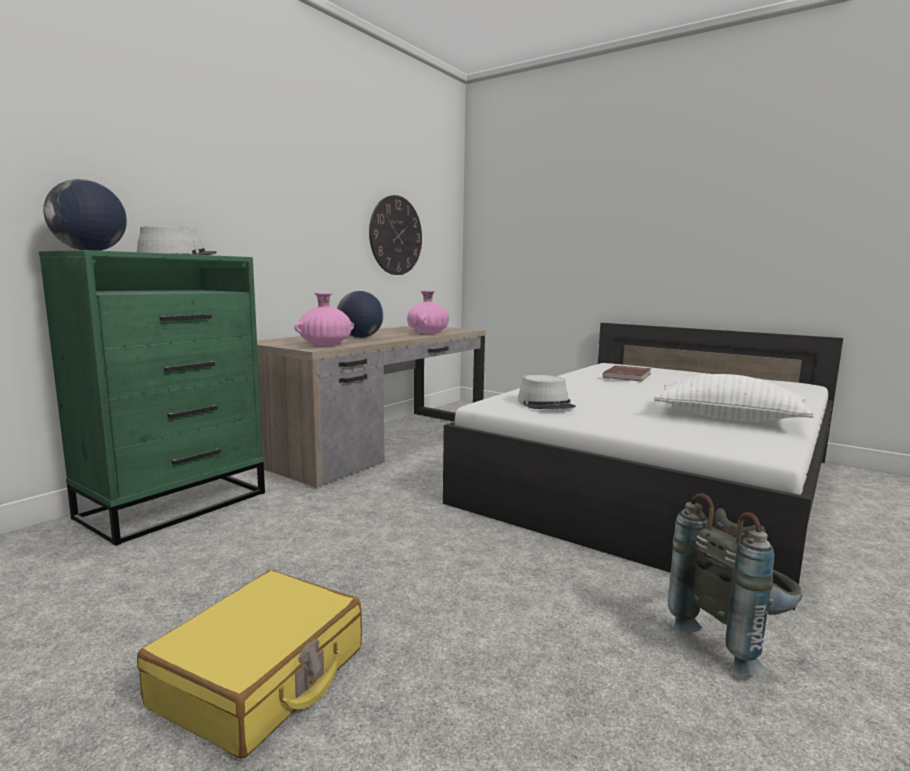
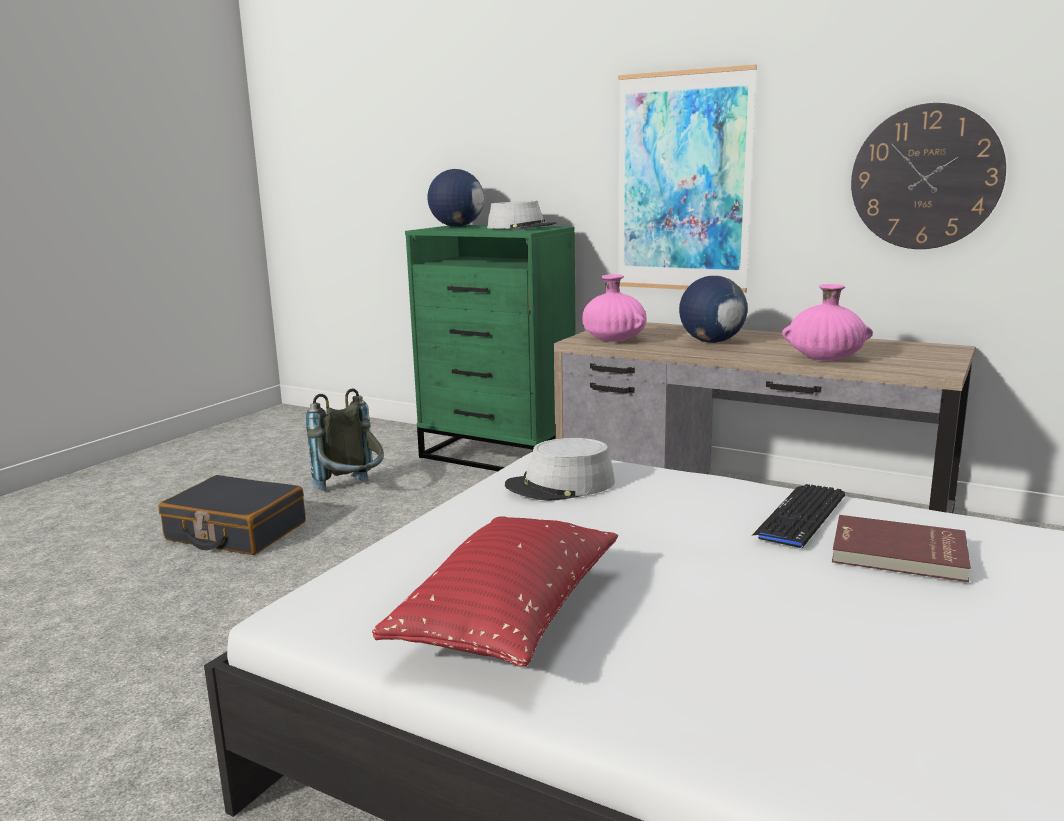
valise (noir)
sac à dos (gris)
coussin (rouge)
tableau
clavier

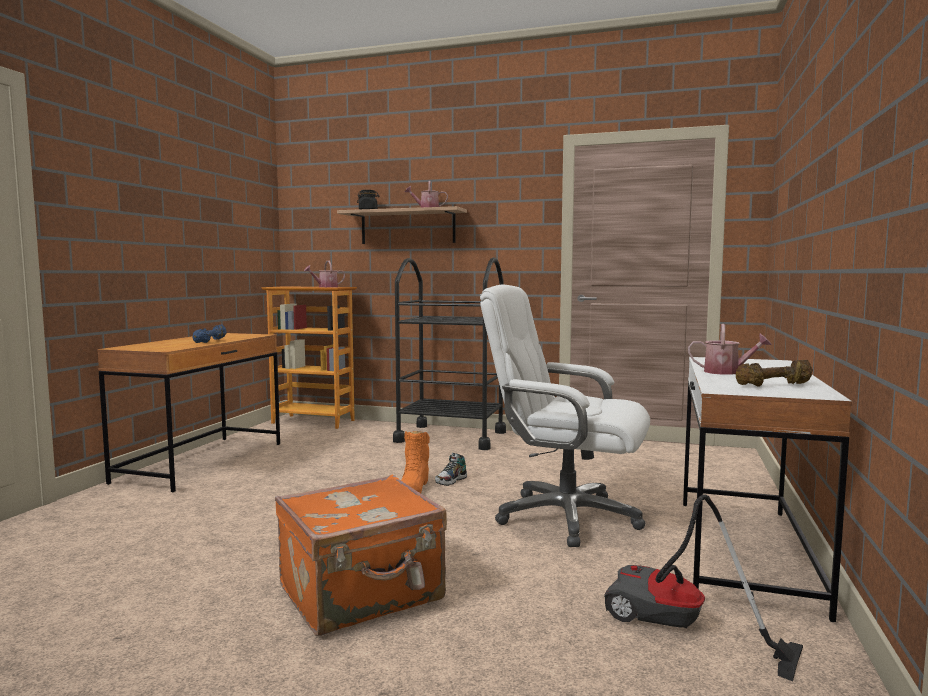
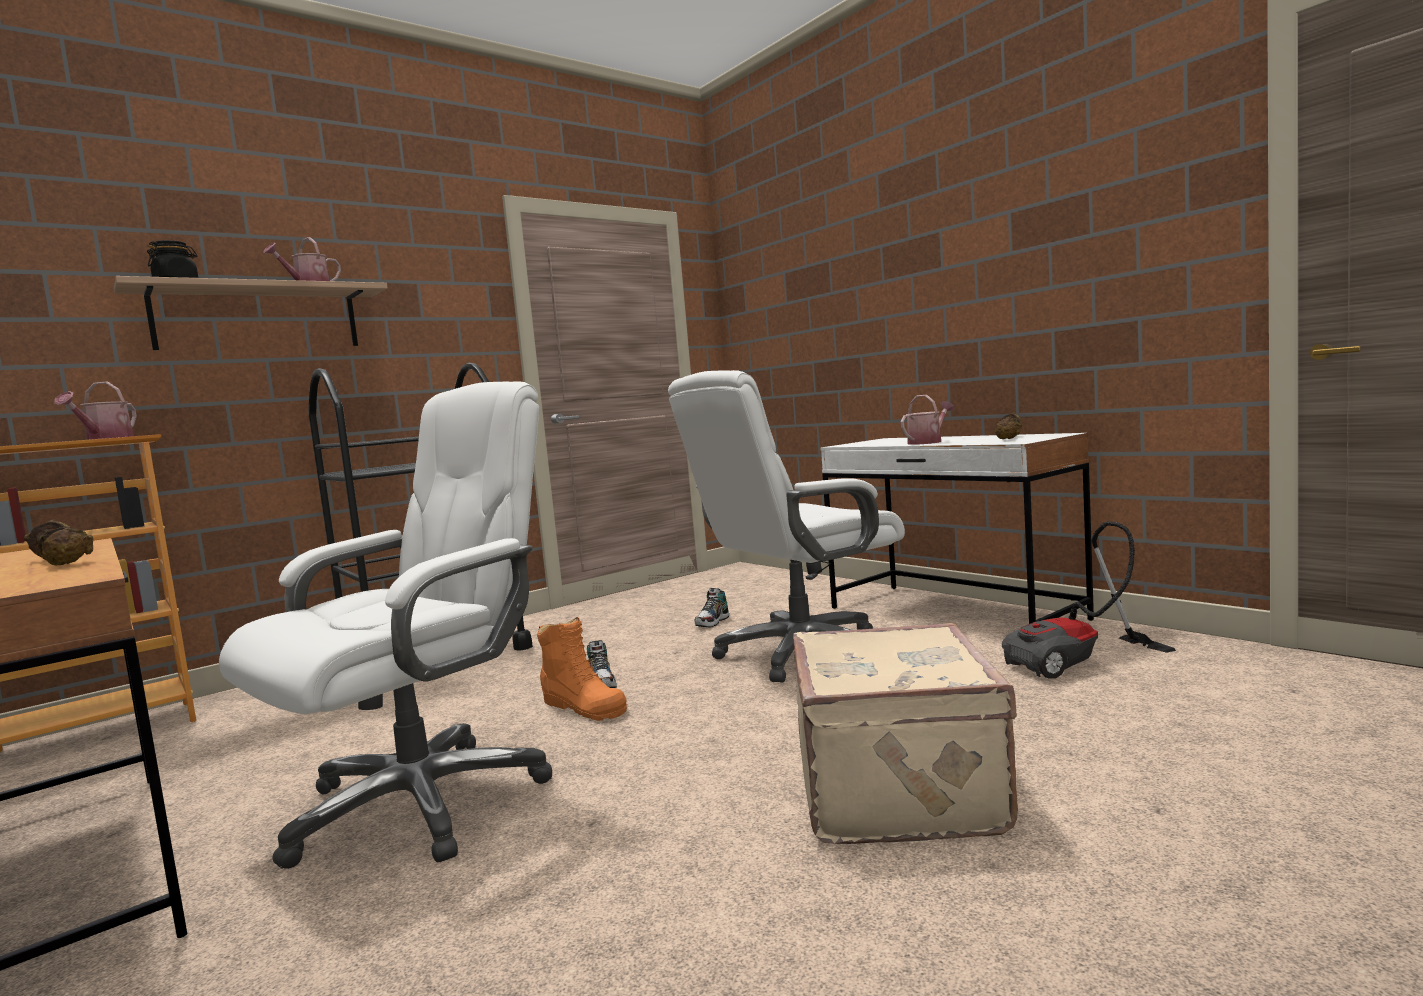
haltère (marron) (no. 1 from left)
chaise de bureau (blanc) (no. 1 from left)
chaussure (no. 2 from left)
valise (beige)

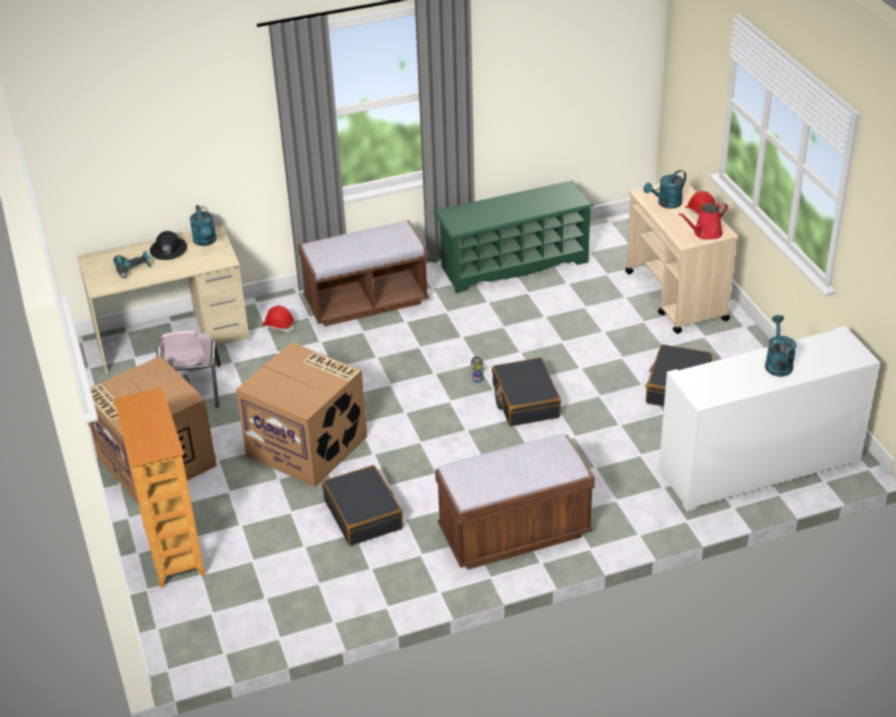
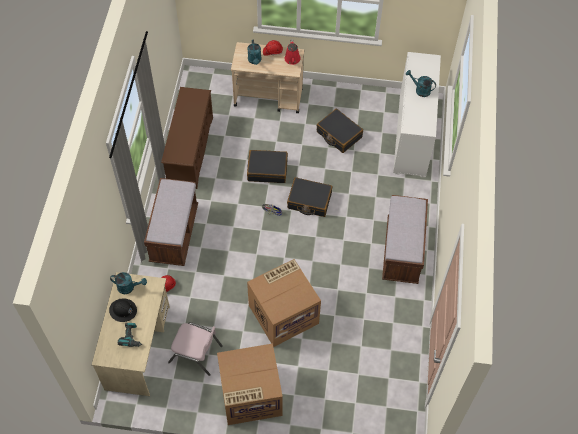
étagère à chaussures (marron)
valise (noir) (no. 1 from left)
bibliothèque

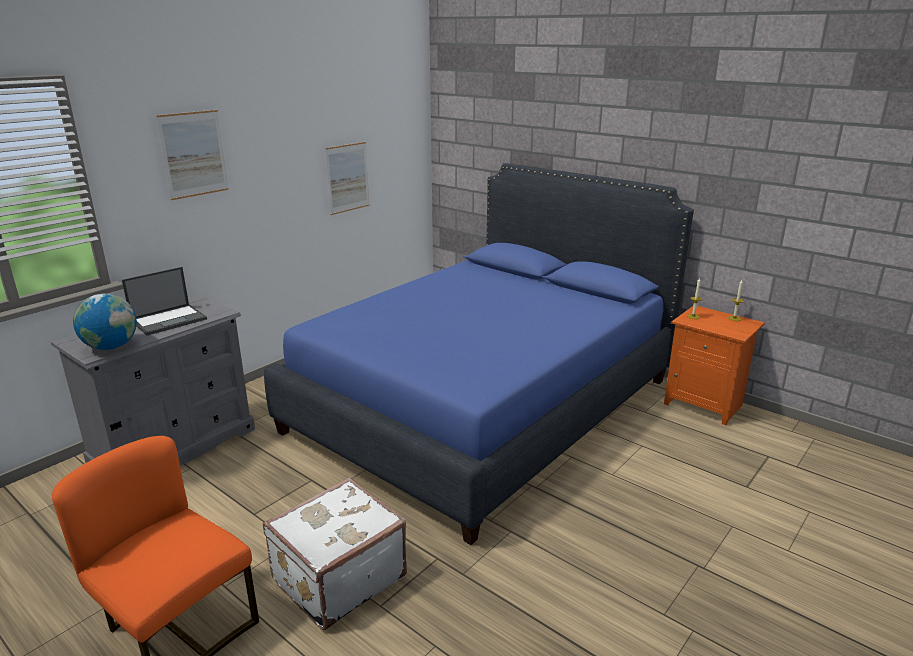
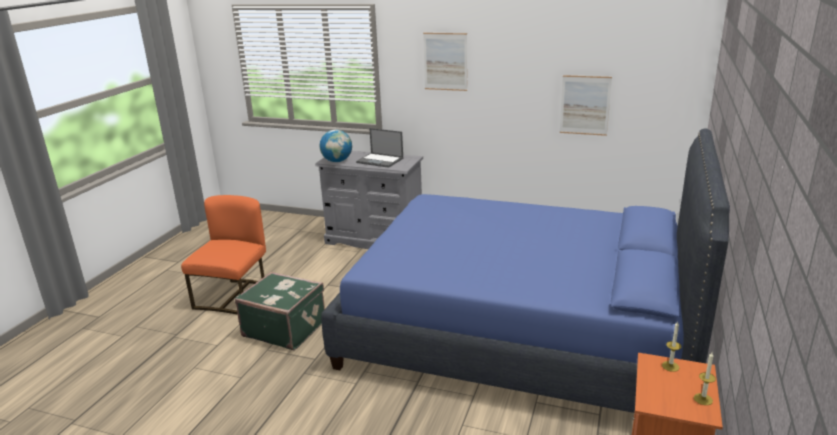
valise (vert)

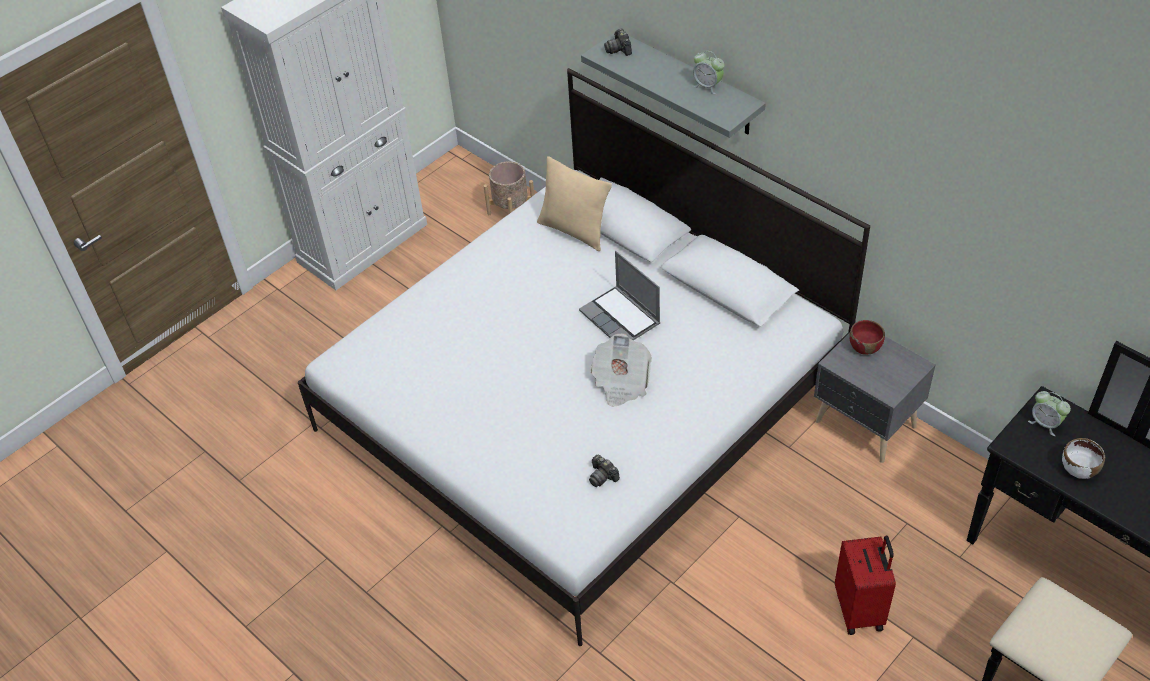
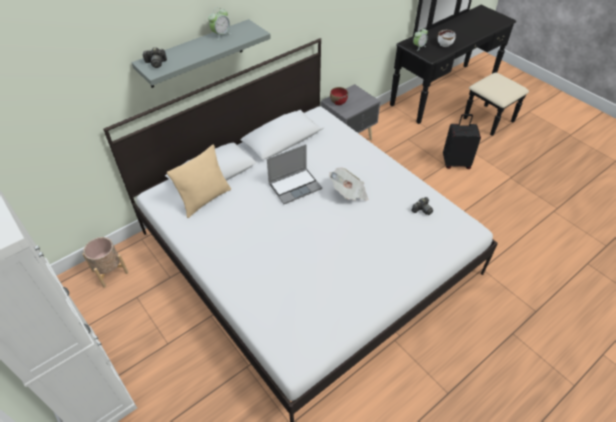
valise (noir)

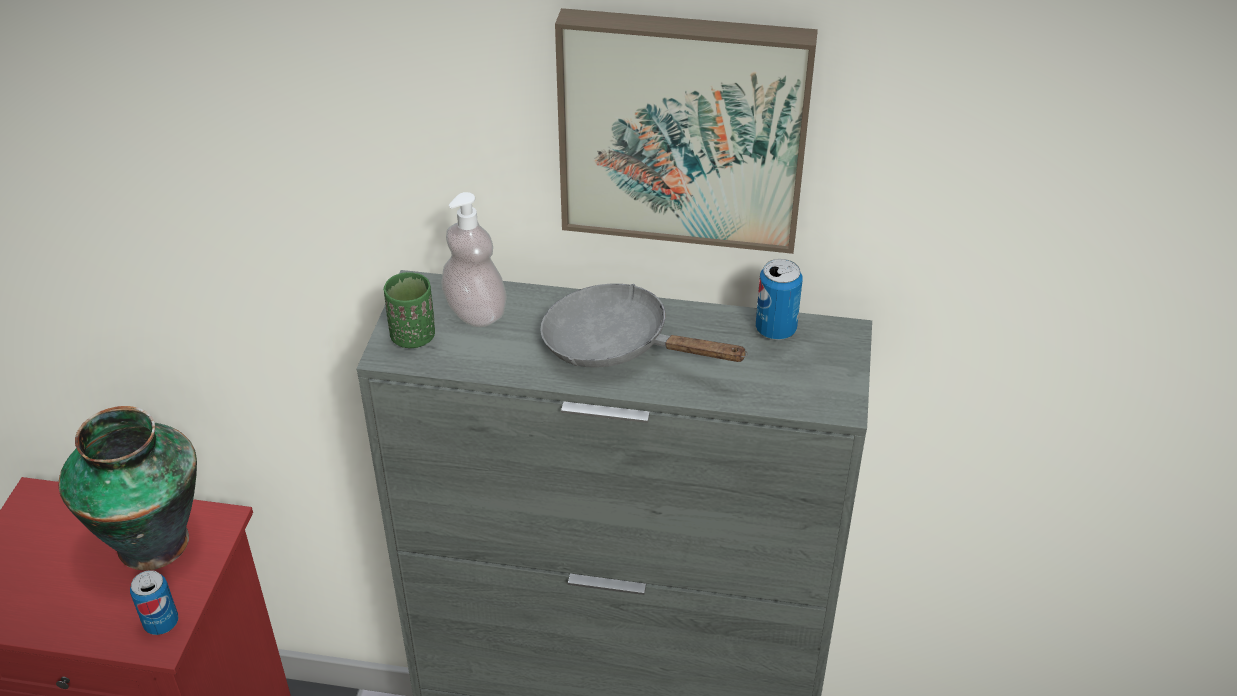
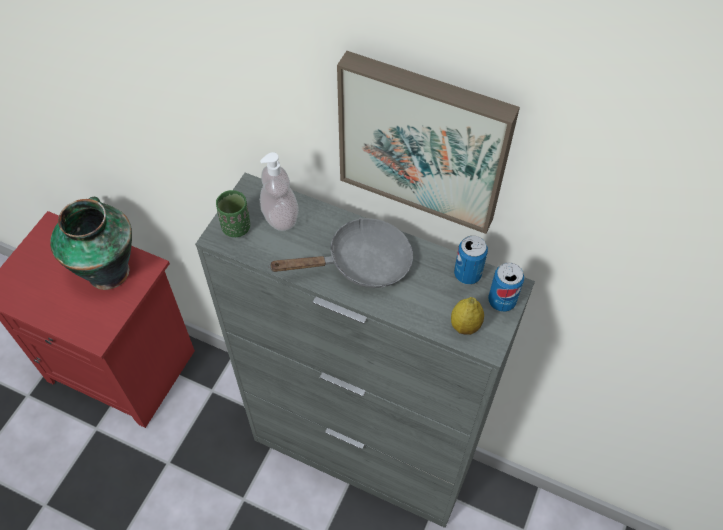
poêle (gris)
citron
boîte métallique (no. 2 from left)

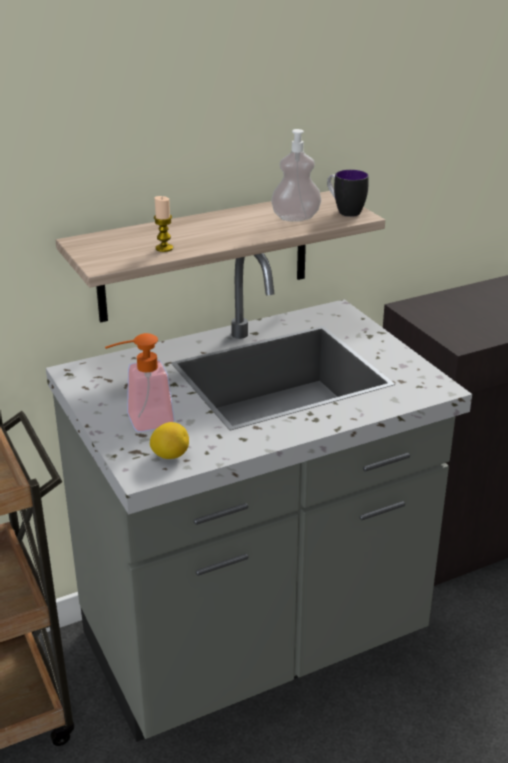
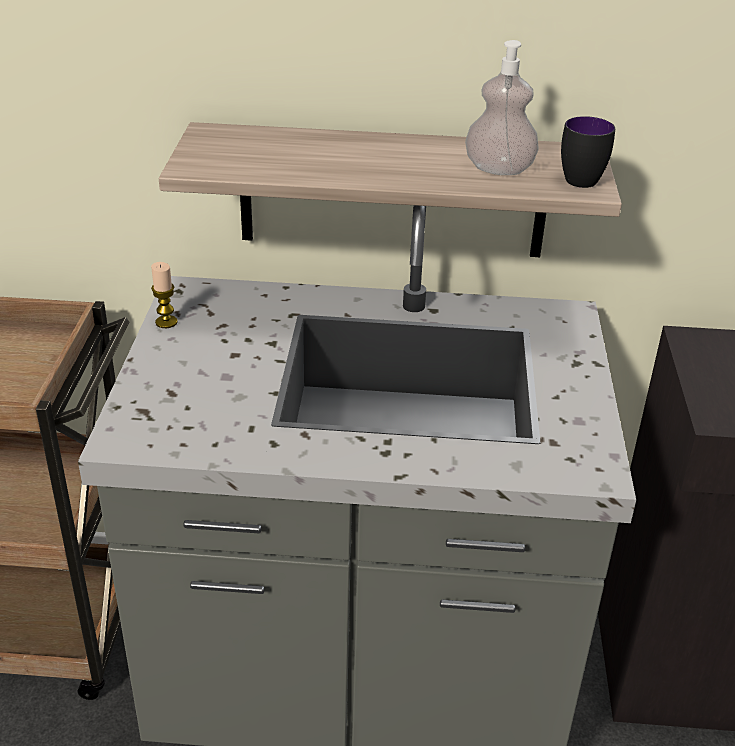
bougie
distributeur de savon (no. 1 from left in the first image)
citron

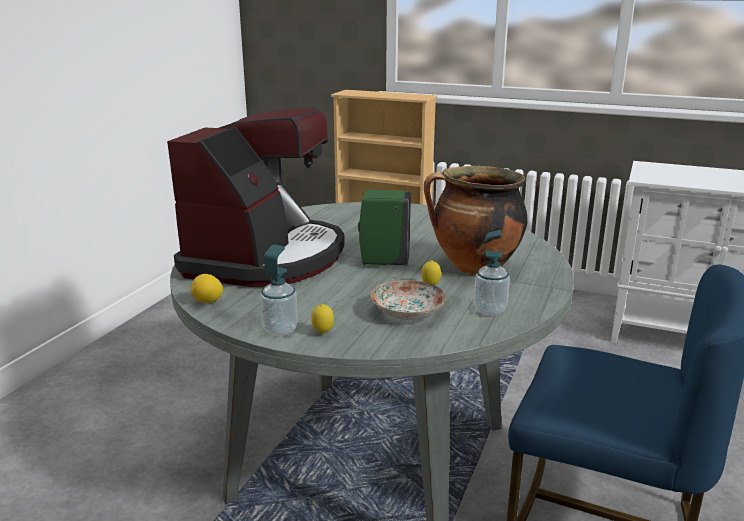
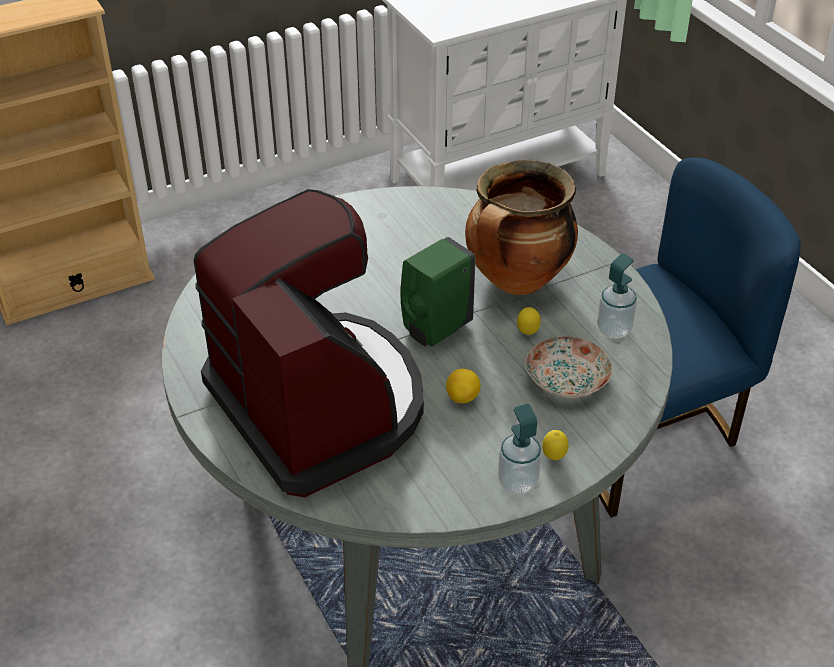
citron (no. 1 from left)

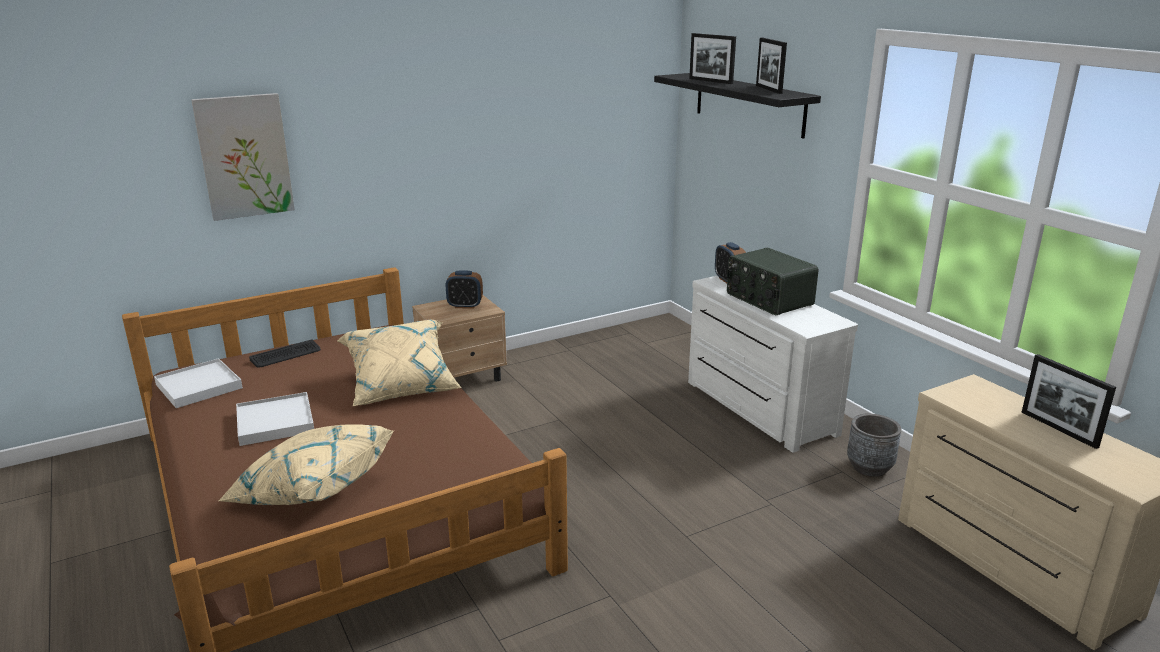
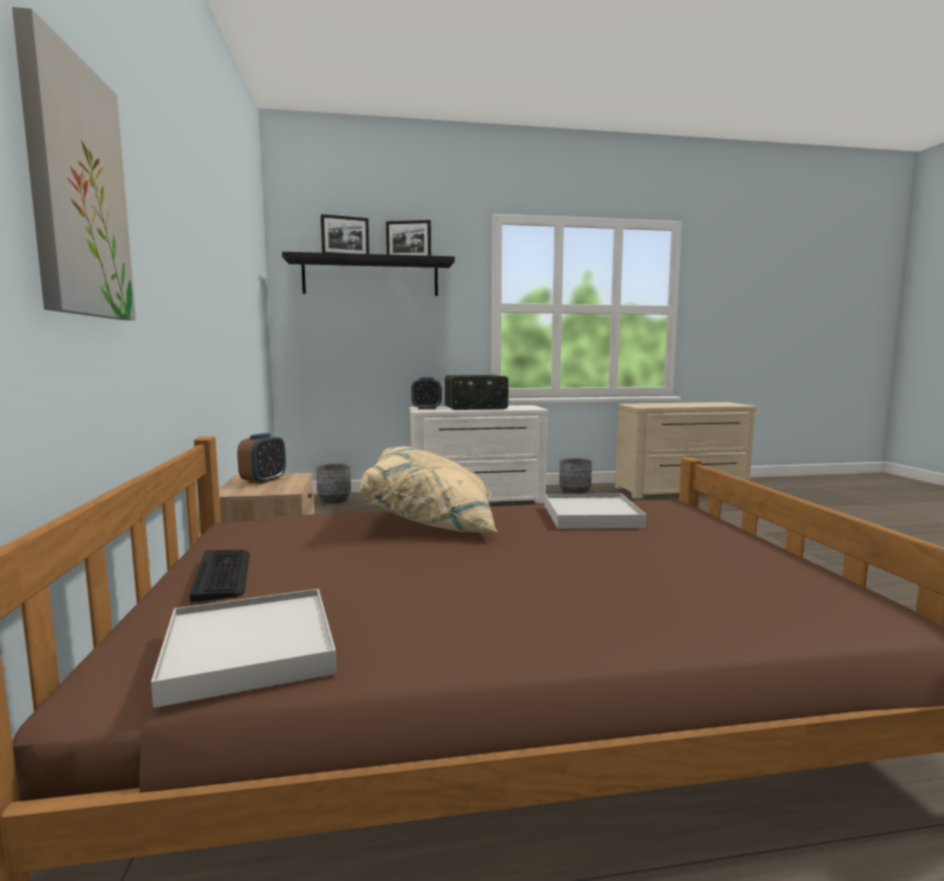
cache-pot (gris) (no. 1 from left)
plateau (blanc) (no. 2 from left)
coussin (beige) (no. 1 from left in the first image)
cadre photo (no. 3 from left in the first image)

